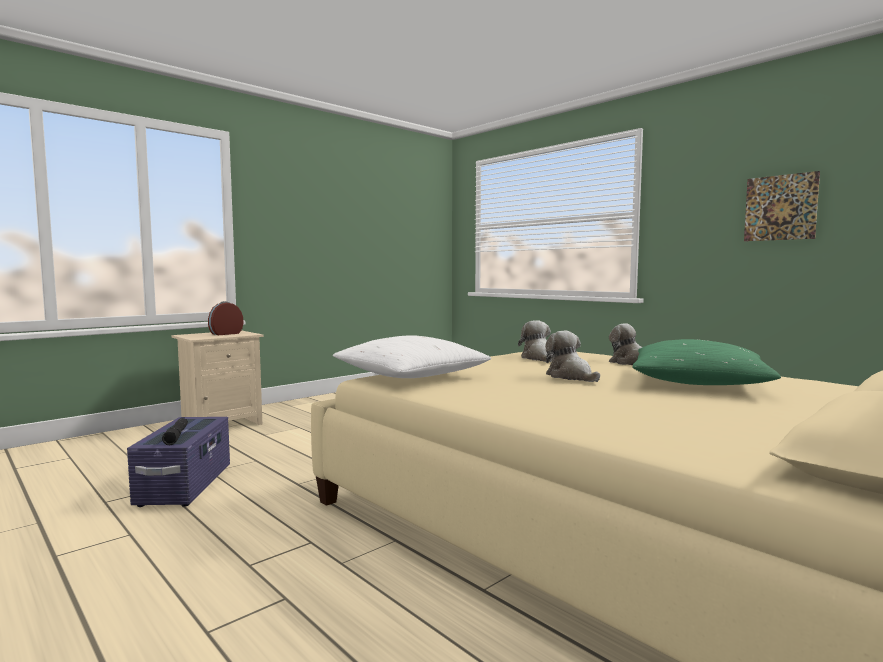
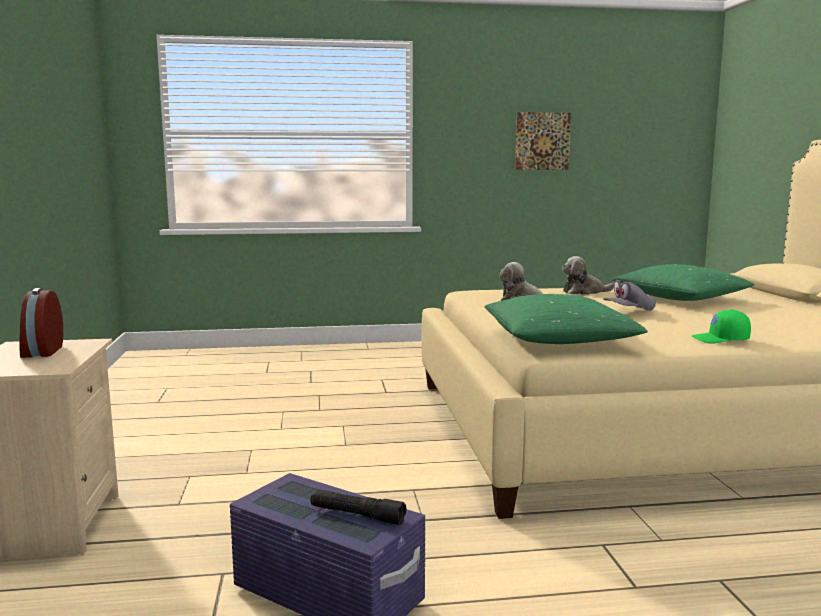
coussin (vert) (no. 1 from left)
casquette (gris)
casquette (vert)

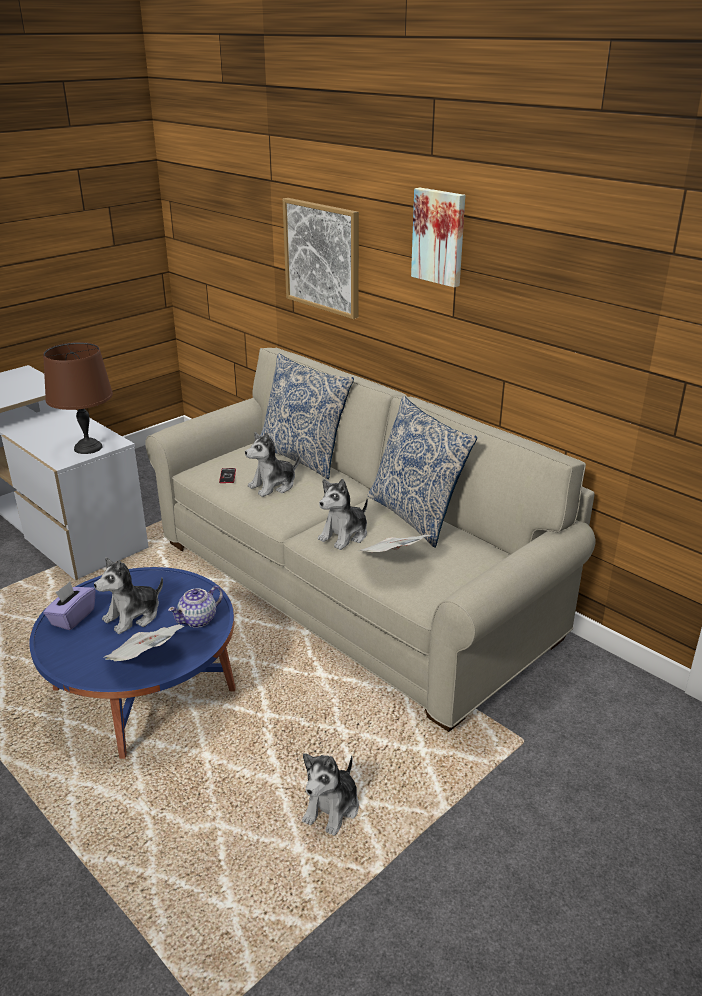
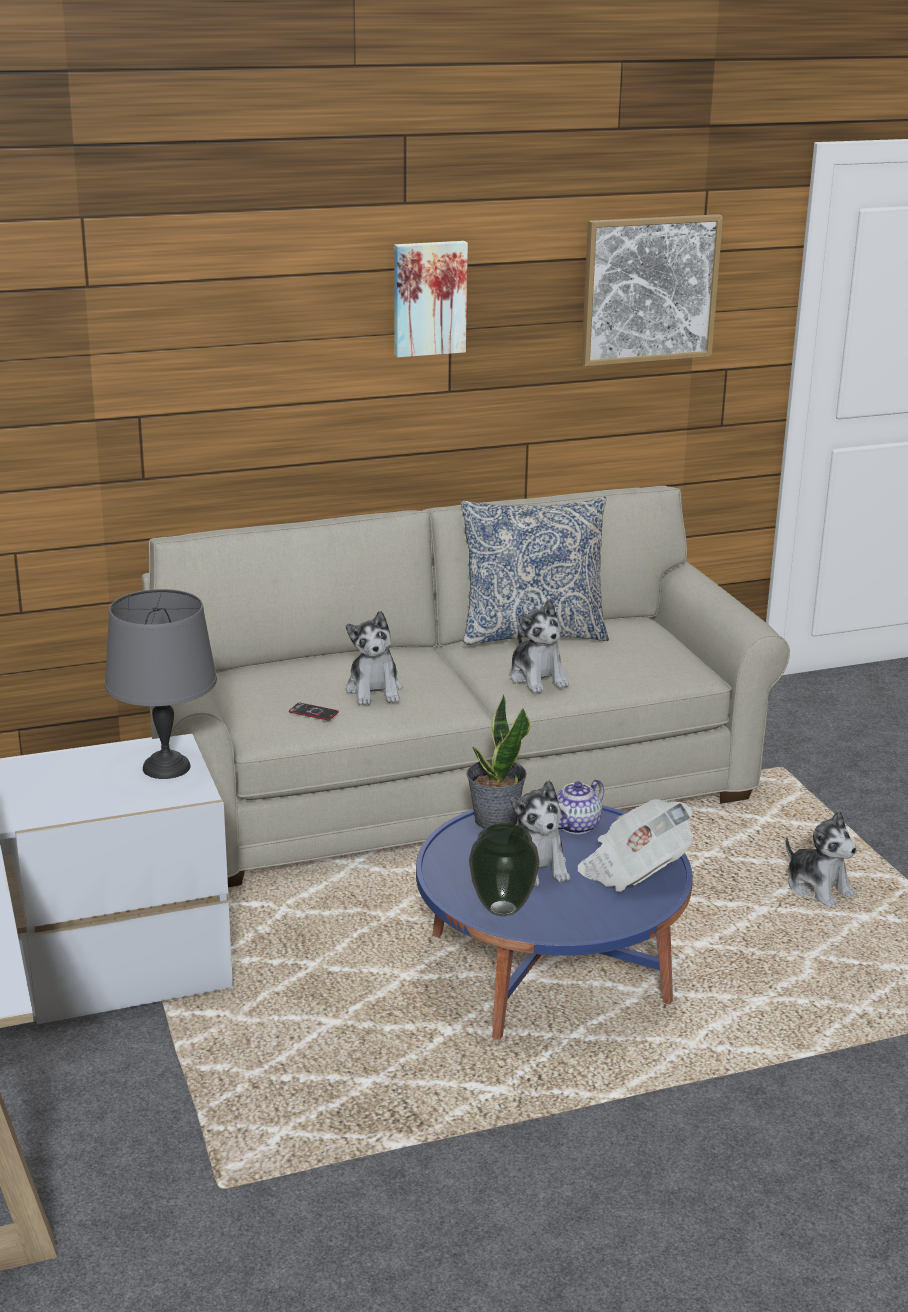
lampe de table (gris)
plante en pot
vase
théière
tableau (no. 2 from left)
coussin (no. 1 from left in the first image)
journal (no. 2 from left in the first image)

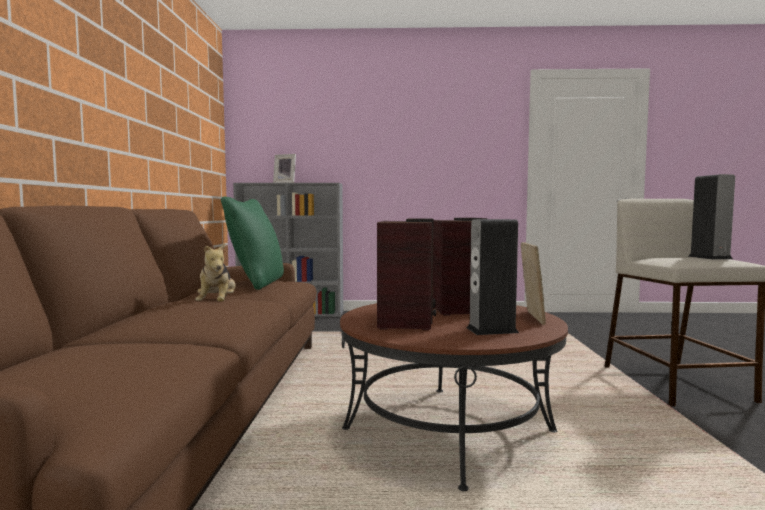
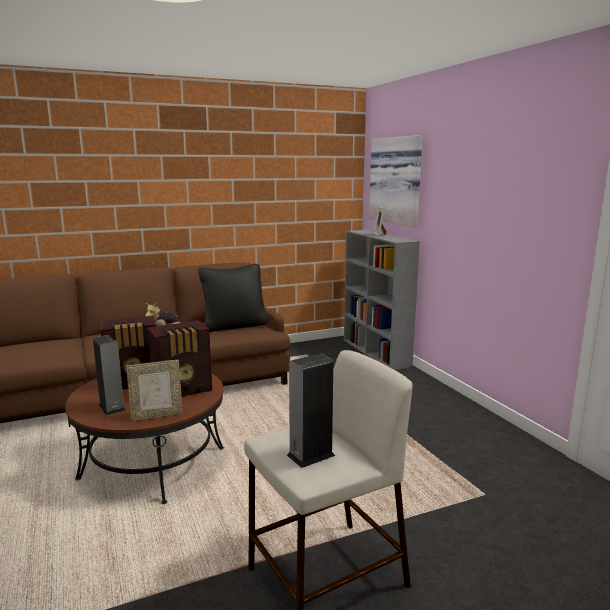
coussin (noir)
tableau

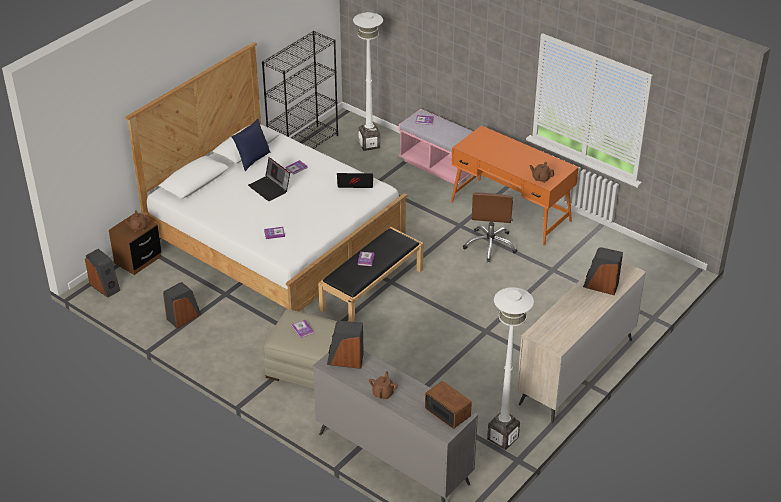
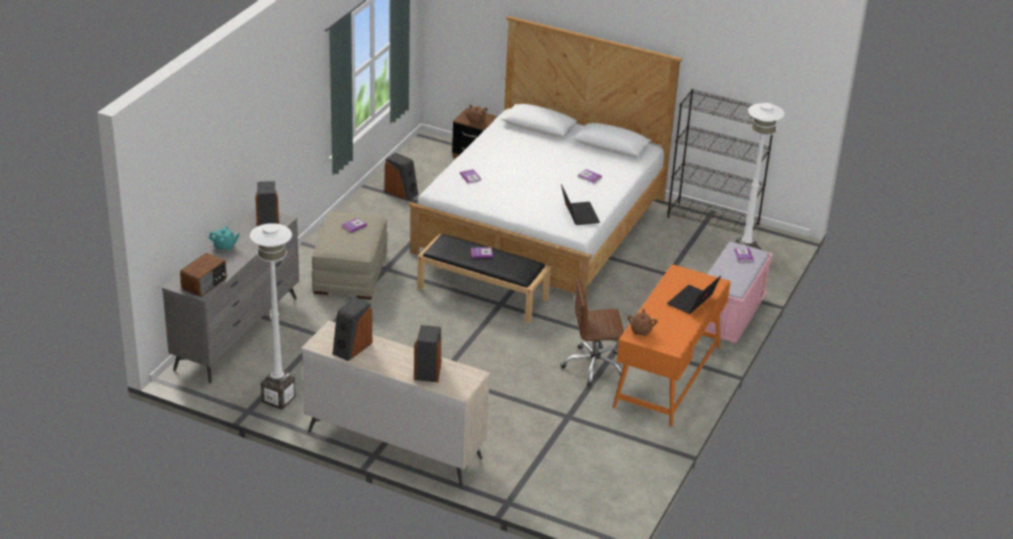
théière (turquoise)
enceinte (no. 2 from left)
ordinateur portable (no. 2 from left)
coussin (bleu)

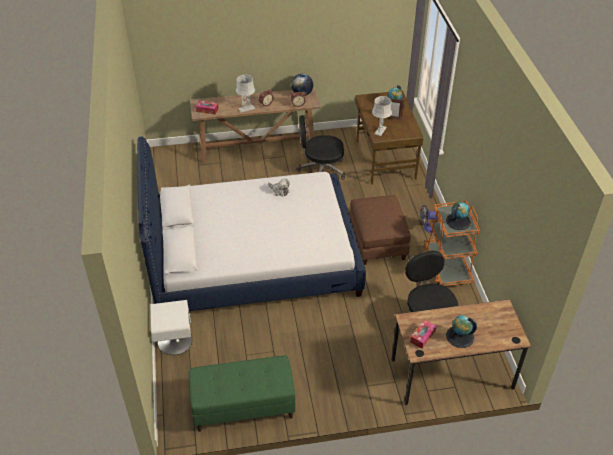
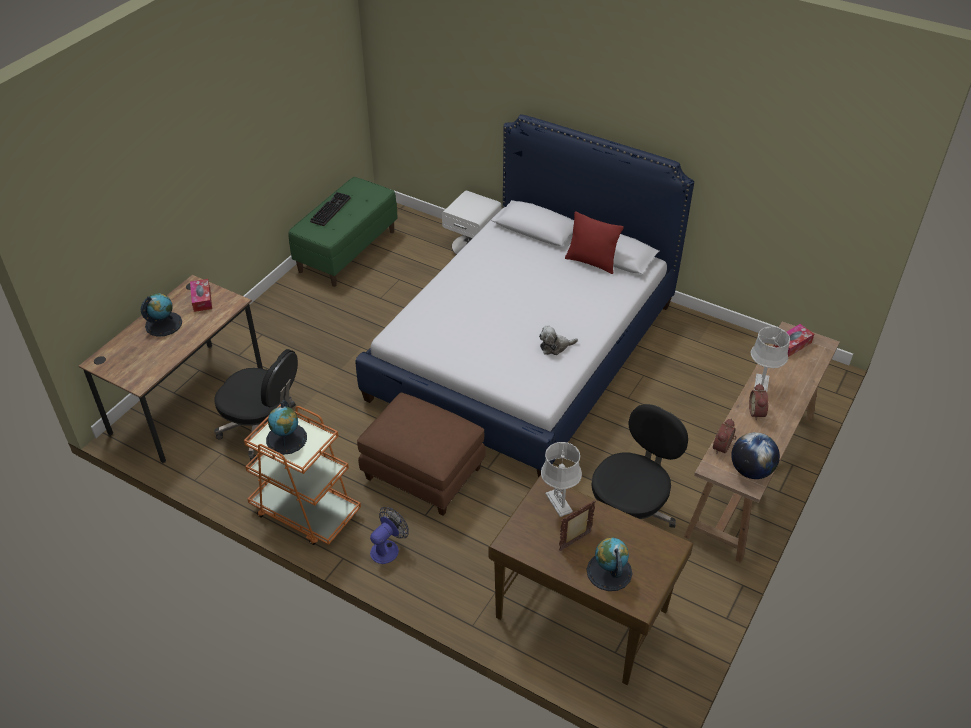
clavier
coussin (rouge)

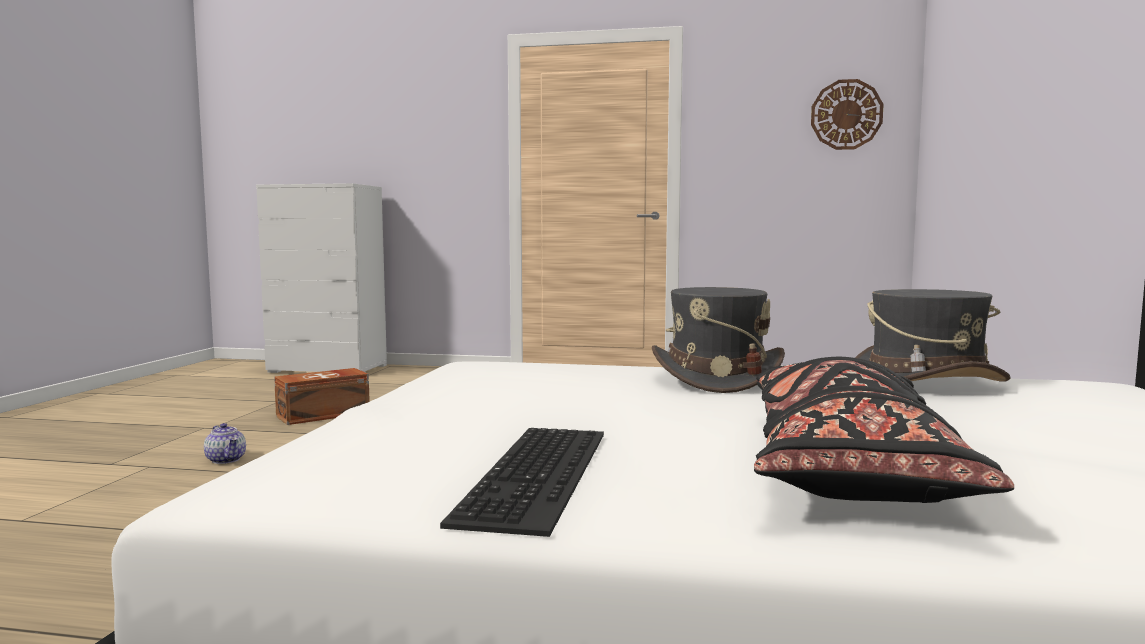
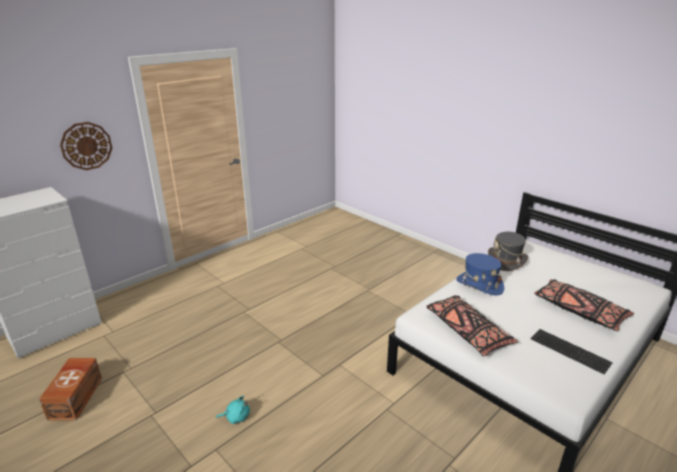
boîte de rangement (marron)
horloge murale
peluche (turquoise)
coussin (noir) (no. 1 from left)
chapeau (bleu)

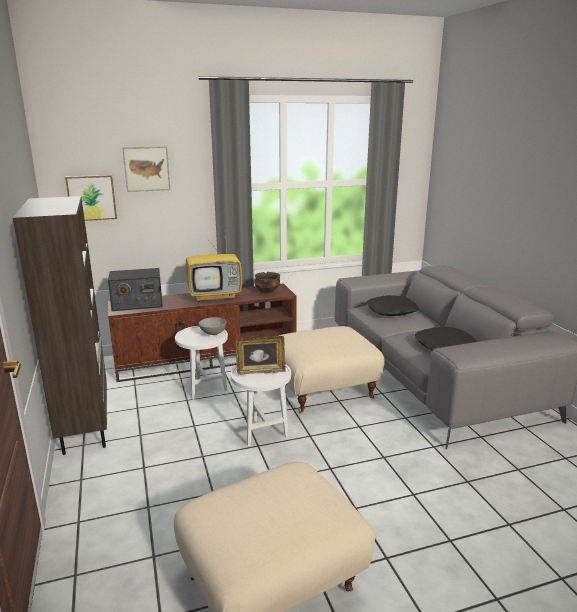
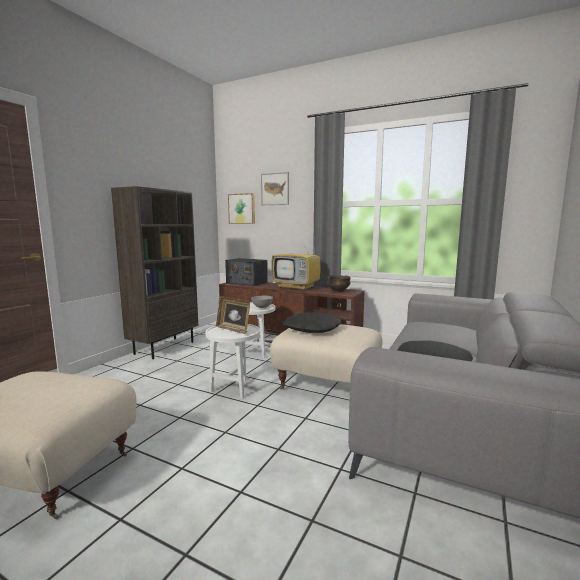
coussin (noir) (no. 1 from left)

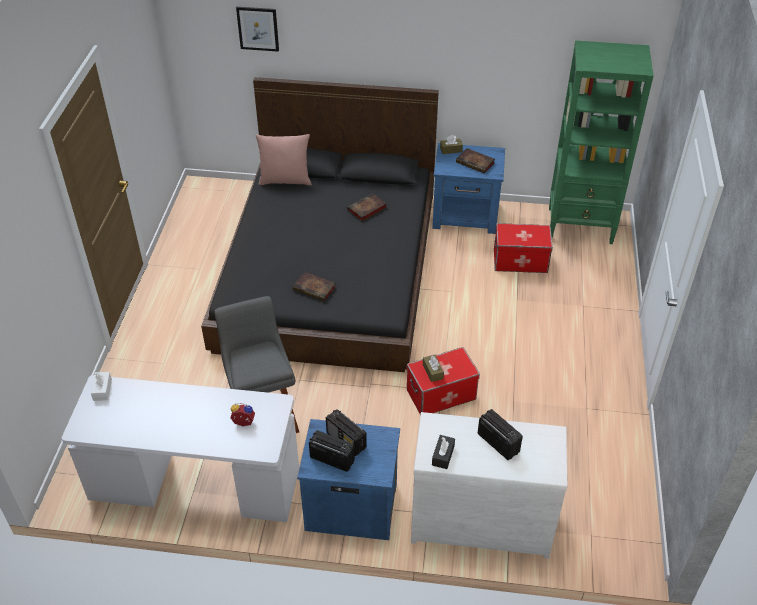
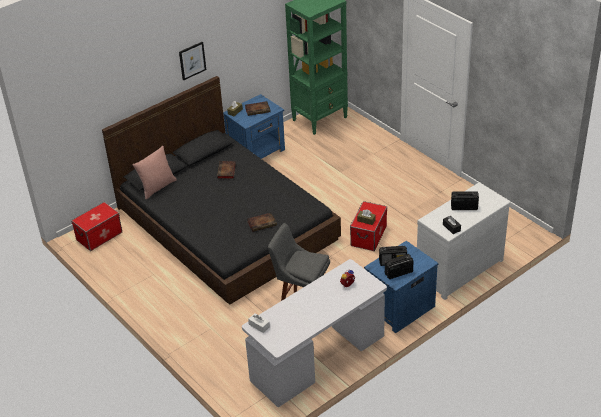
boîte de rangement (no. 1 from left)
tableau

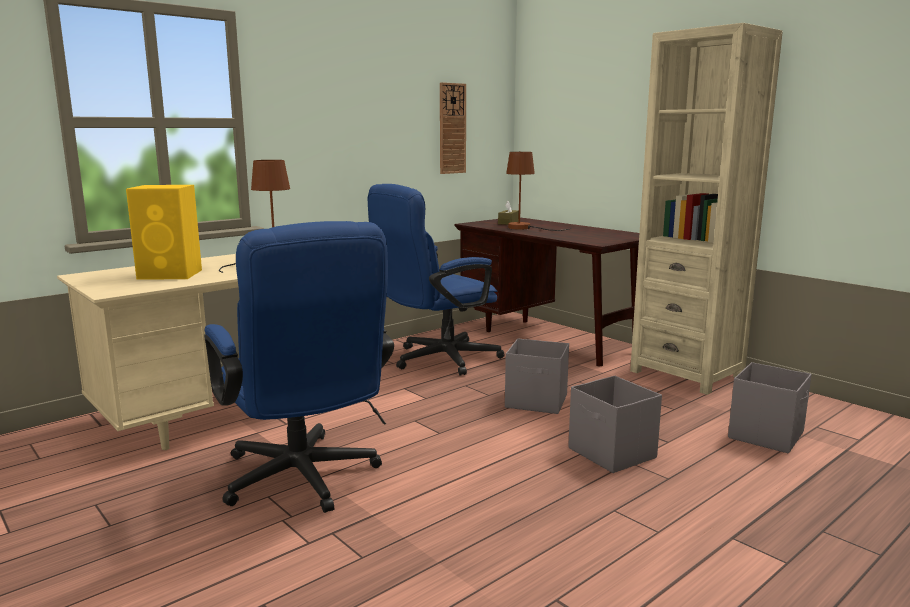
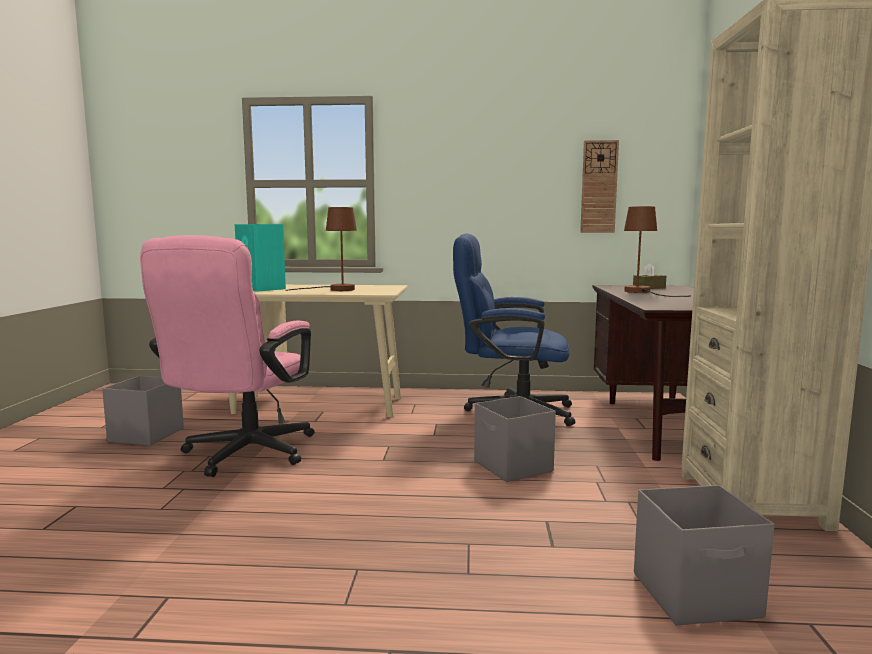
boîte de rangement (gris) (no. 1 from left)
chaise de bureau (rose)
enceinte (turquoise)

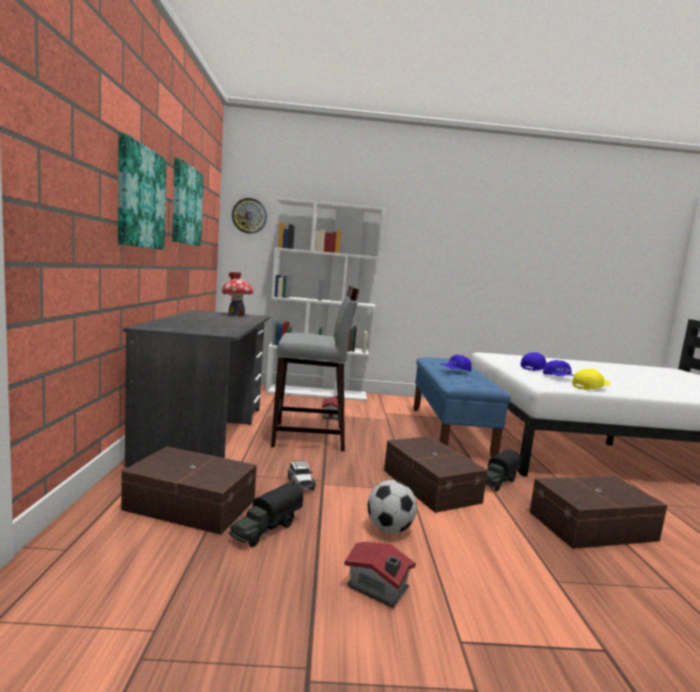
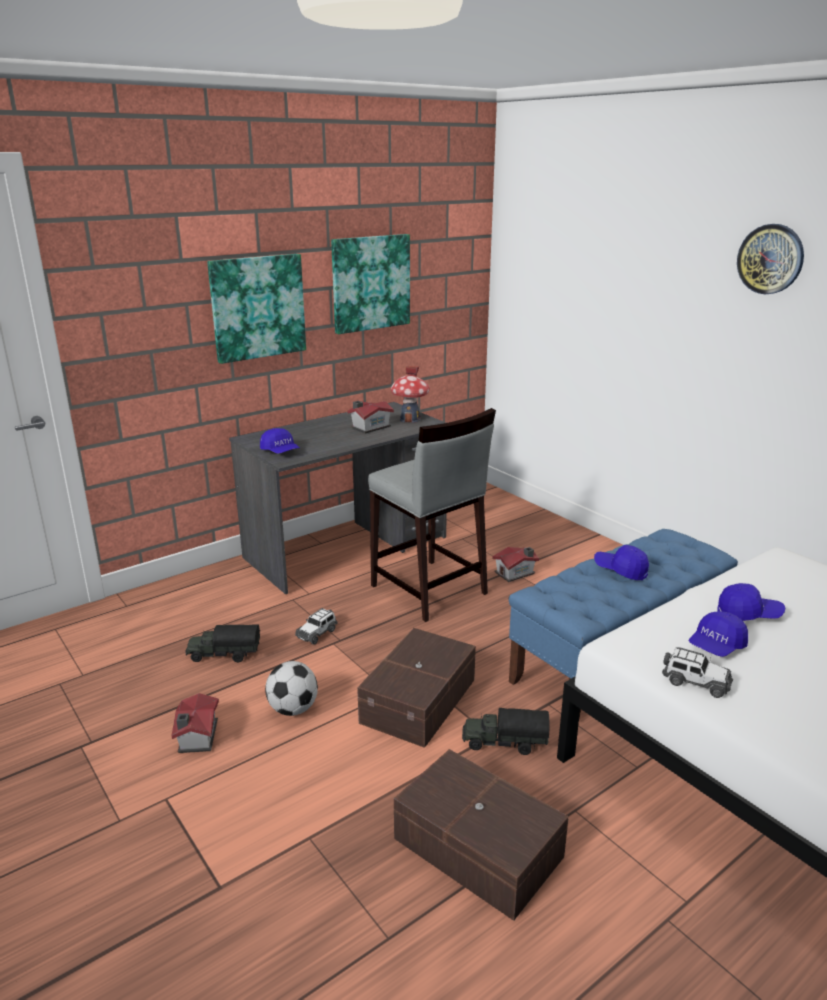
casquette (bleu) (no. 1 from left)
maison miniature (no. 2 from left)
petite voiture (no. 2 from left)
horloge murale
boîte de rangement (marron) (no. 1 from left in the first image)
bibliothèque (blanc)

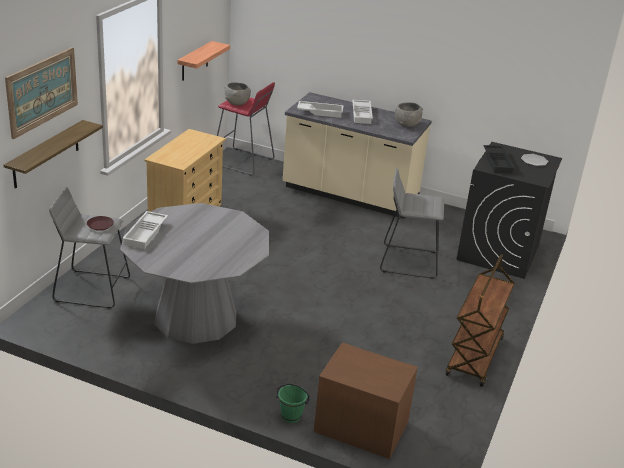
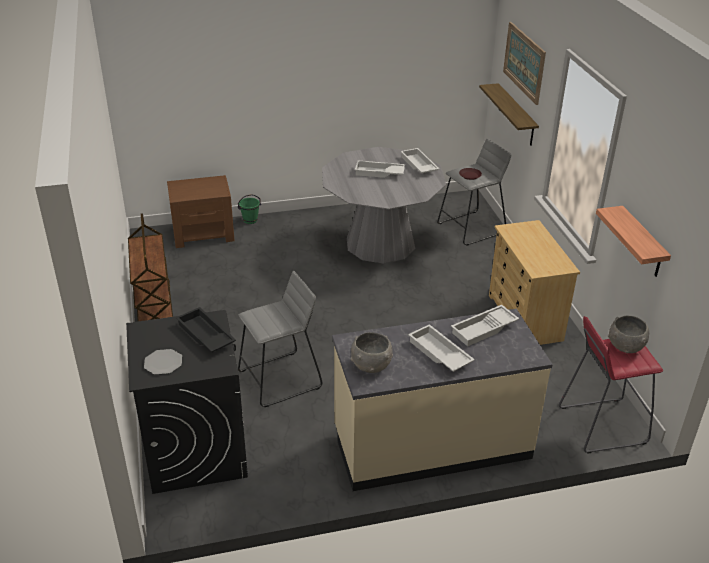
plateau (blanc) (no. 1 from left)

